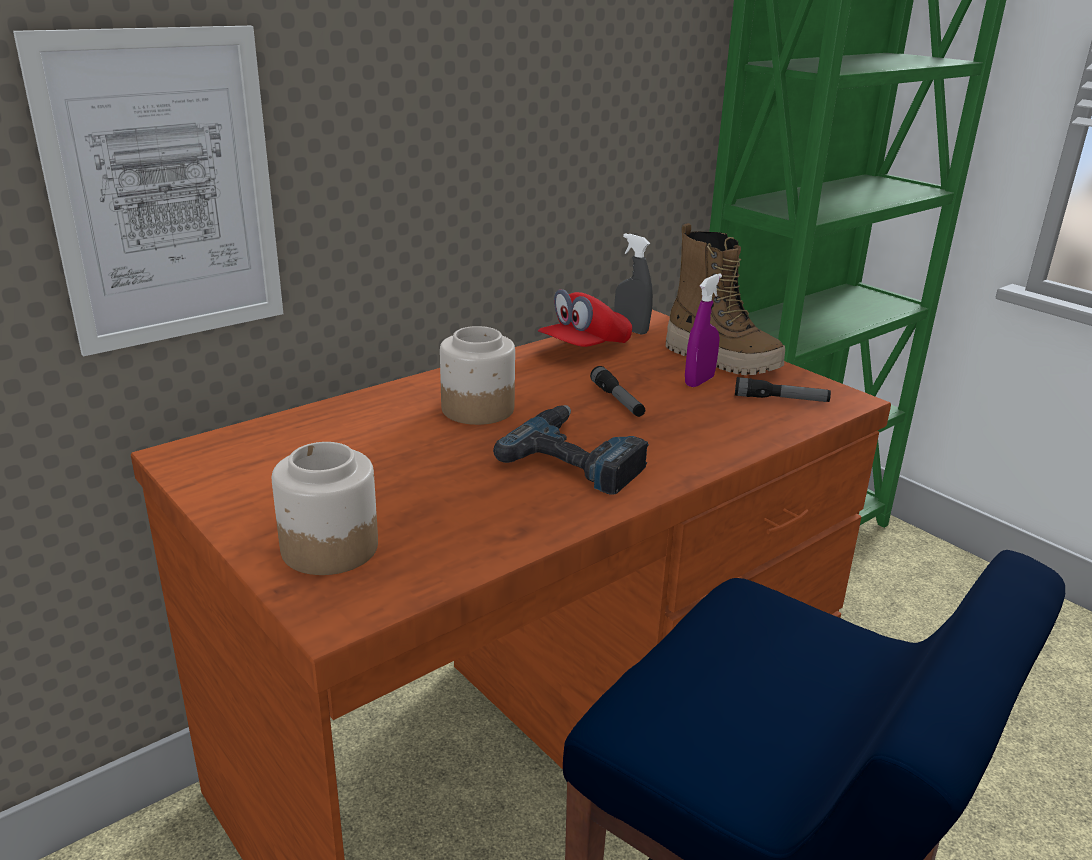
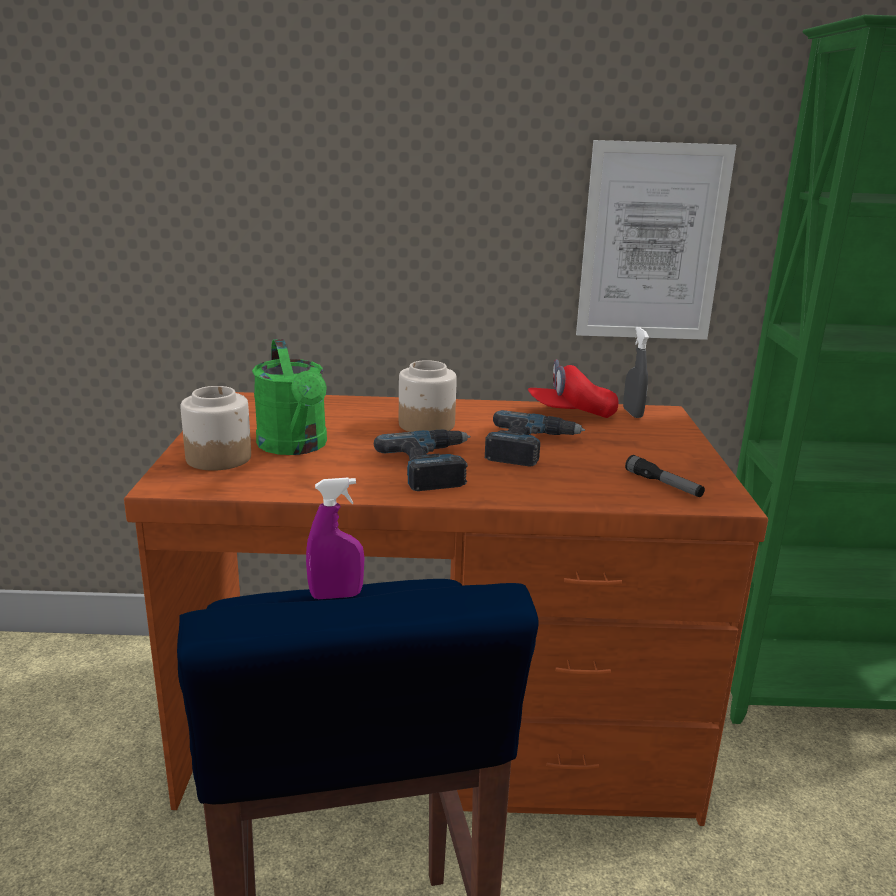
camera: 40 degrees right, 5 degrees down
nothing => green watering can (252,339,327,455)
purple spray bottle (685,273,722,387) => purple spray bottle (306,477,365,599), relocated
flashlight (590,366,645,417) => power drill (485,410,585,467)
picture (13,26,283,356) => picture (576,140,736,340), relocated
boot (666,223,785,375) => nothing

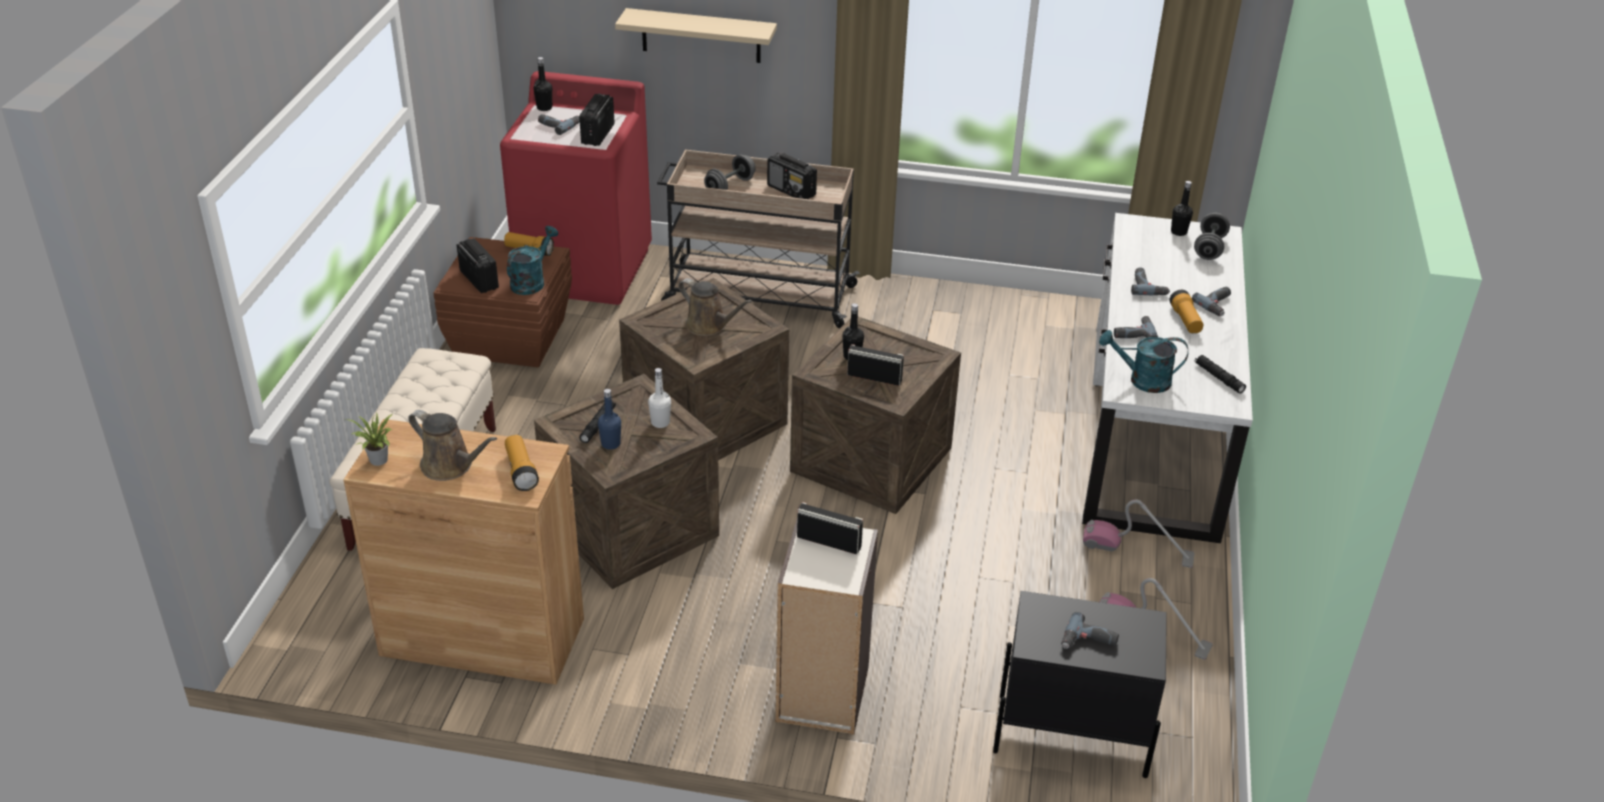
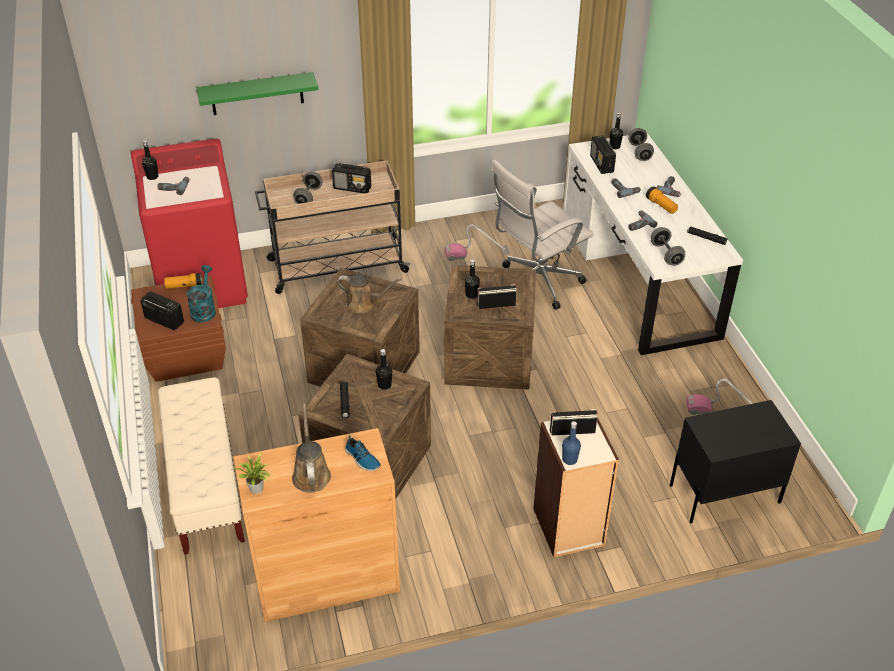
camera: 25 degrees left, 5 degrees up
beige shelf (615,8,777,63) => green shelf (196,72,318,115)
brown watering can (408,410,497,481) => brown watering can (292,404,331,493), 105 degrees counterclockwise
flashlight (505,435,539,491) => shoe (345,435,381,471)
white bottle (648,368,671,428) => black bottle (376,349,392,390)
vacuum cleaner (1083,499,1194,568) => vacuum cleaner (444,224,509,261), relocated
nothing => white office chair (491,159,594,310)
blue bottle (598,389,621,450) => blue bottle (562,421,581,465), relocated
radio (579,94,615,146) => radio (590,135,616,174), relocated
turquoise watering can (1099,330,1188,393) => grey dumbbell (651,227,685,266)
power drill (1061,612,1119,649) => nothing

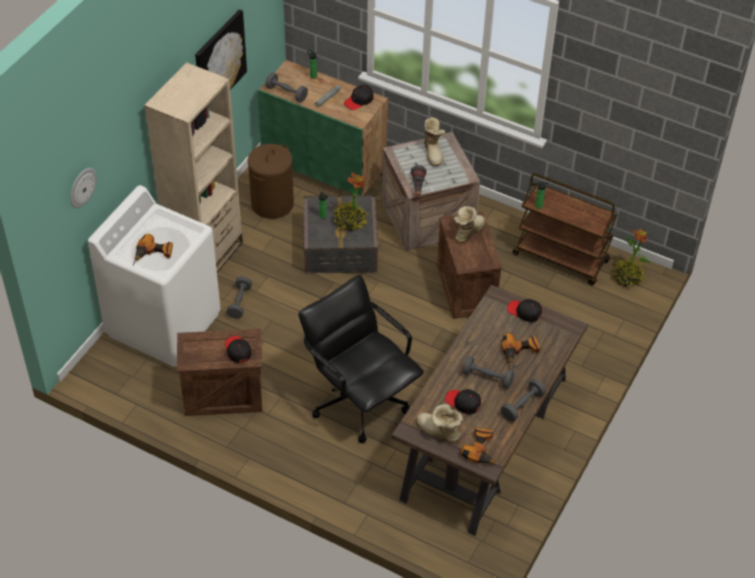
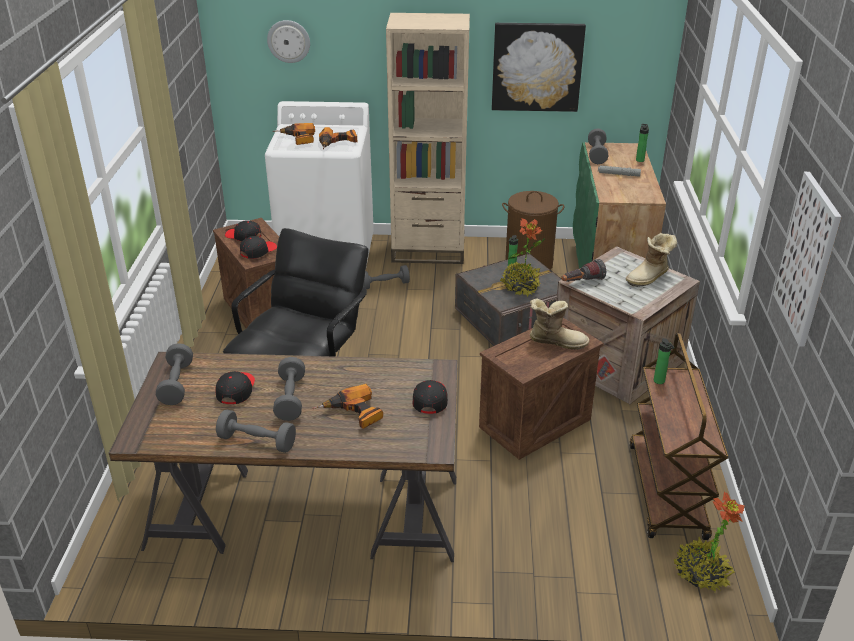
camera: 65 degrees right, 15 degrees down
boot (417,404,463,442) => grey dumbbell (156,343,193,405)
black cap (344,85,374,110) => black cap (225,220,262,241), relocated
power drill (460,428,502,466) => power drill (319,127,357,149), relocated
nothing => picture (773,172,841,347)

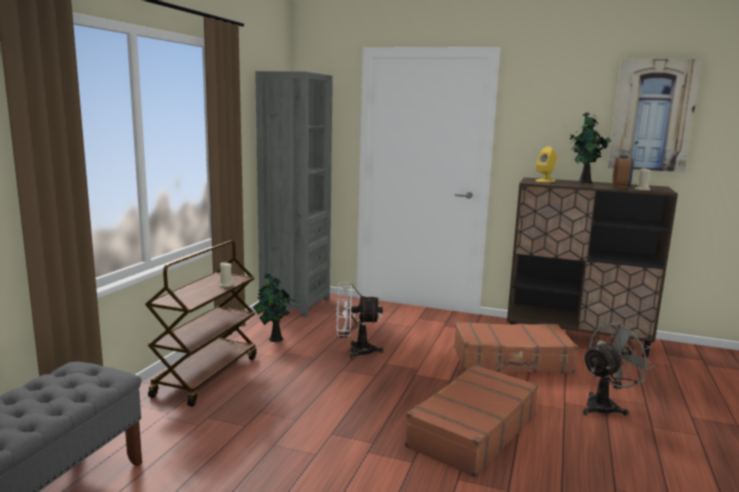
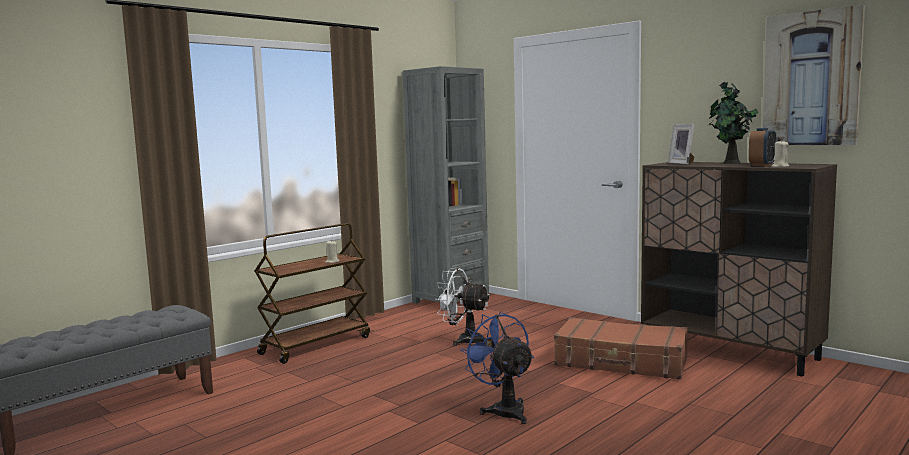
camera: 25 degrees right, 5 degrees down
brown suitcase (405,364,539,478) => blue fan (460,312,534,424)
yellow speaker (535,147,557,182) => picture frame (668,124,695,164)
potted plant (253,273,296,342) => nothing
grey fan (582,322,654,416) => nothing

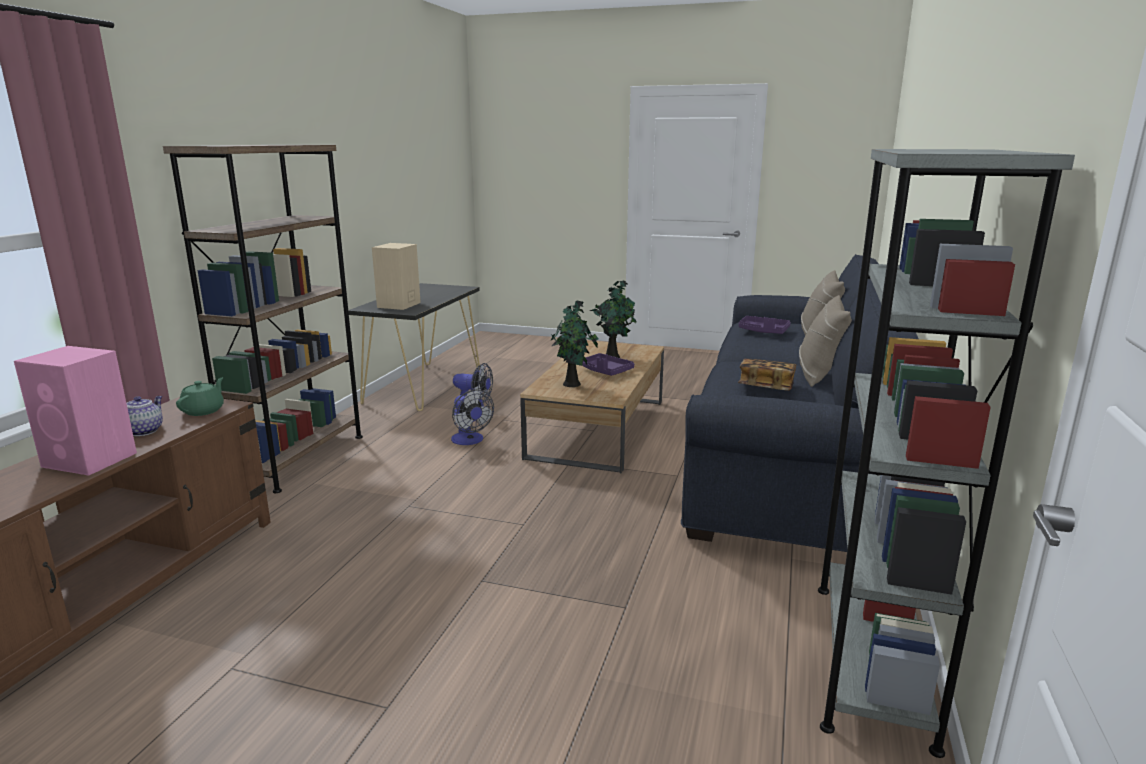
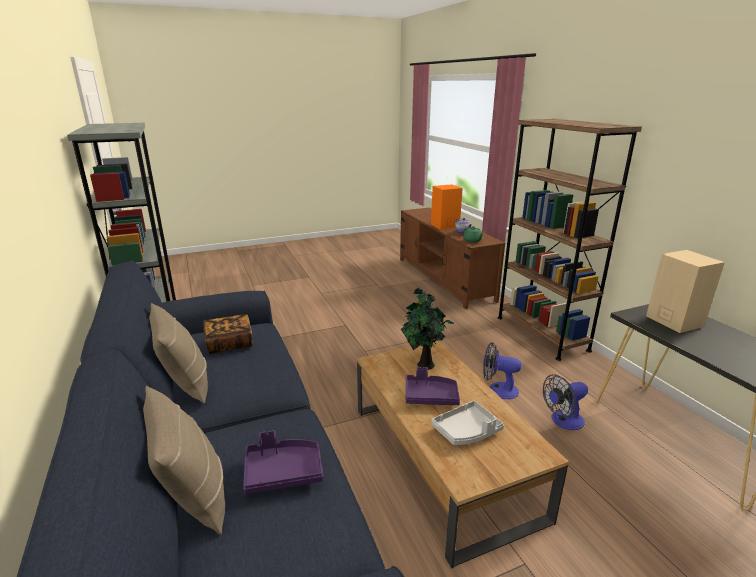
camera: 140 degrees right, 5 degrees up
pink speaker (14,346,137,476) => orange speaker (431,184,463,230)
potted plant (590,281,637,358) => grey tray (431,401,504,445)

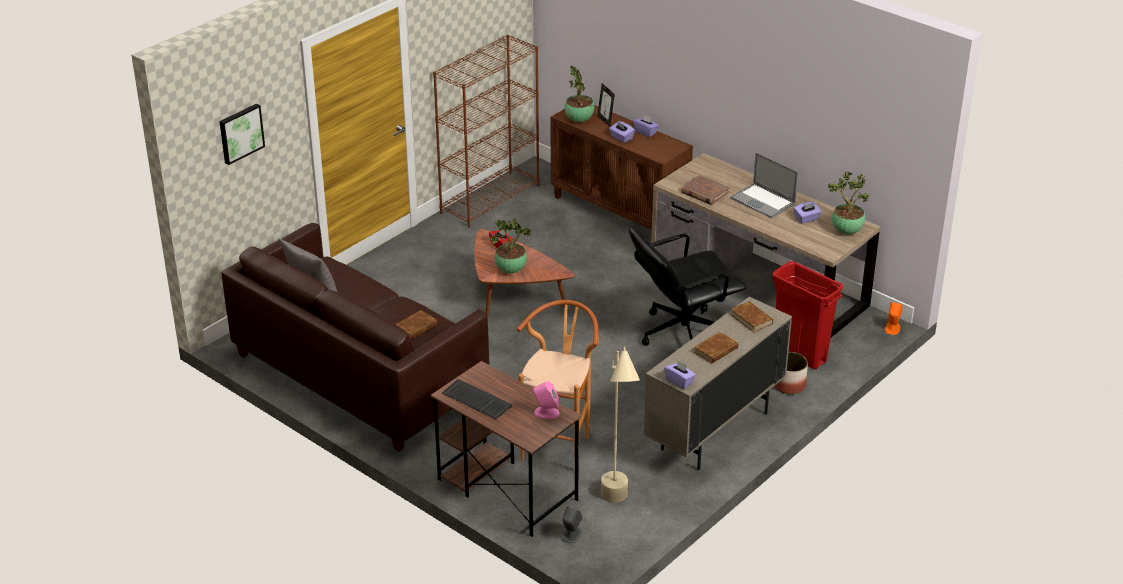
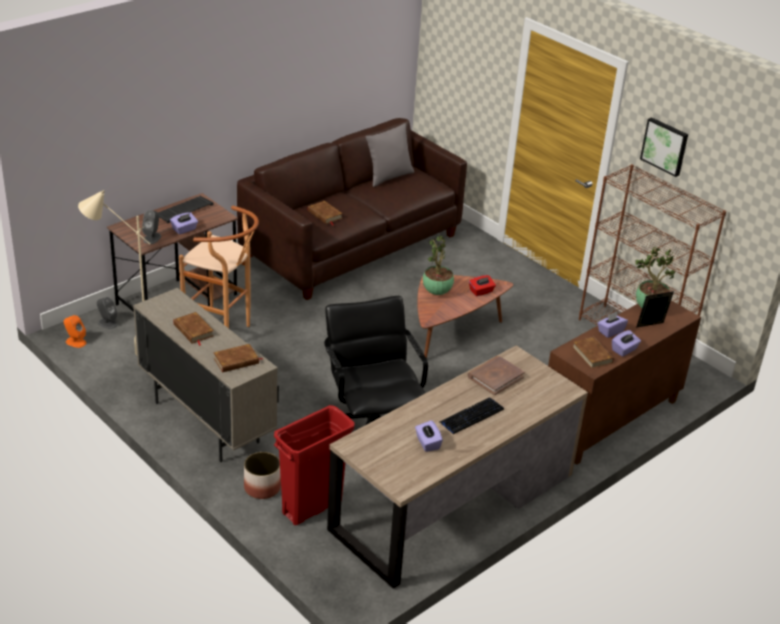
camera: 95 degrees right, 0 degrees up
orange speaker (885,302,902,335) => orange speaker (64,315,86,348), relocated
pink speaker (533,381,559,419) => grey speaker (142,210,161,244)
purple tissue box (664,360,696,389) => purple tissue box (170,212,198,234), relocated
laptop (730,152,798,218) => keyboard (440,398,504,434)
nothing => brown book (572,337,614,369)
picture (219,104,265,165) => picture (640,117,688,177), relocated
potted plant (828,171,869,235) => nothing

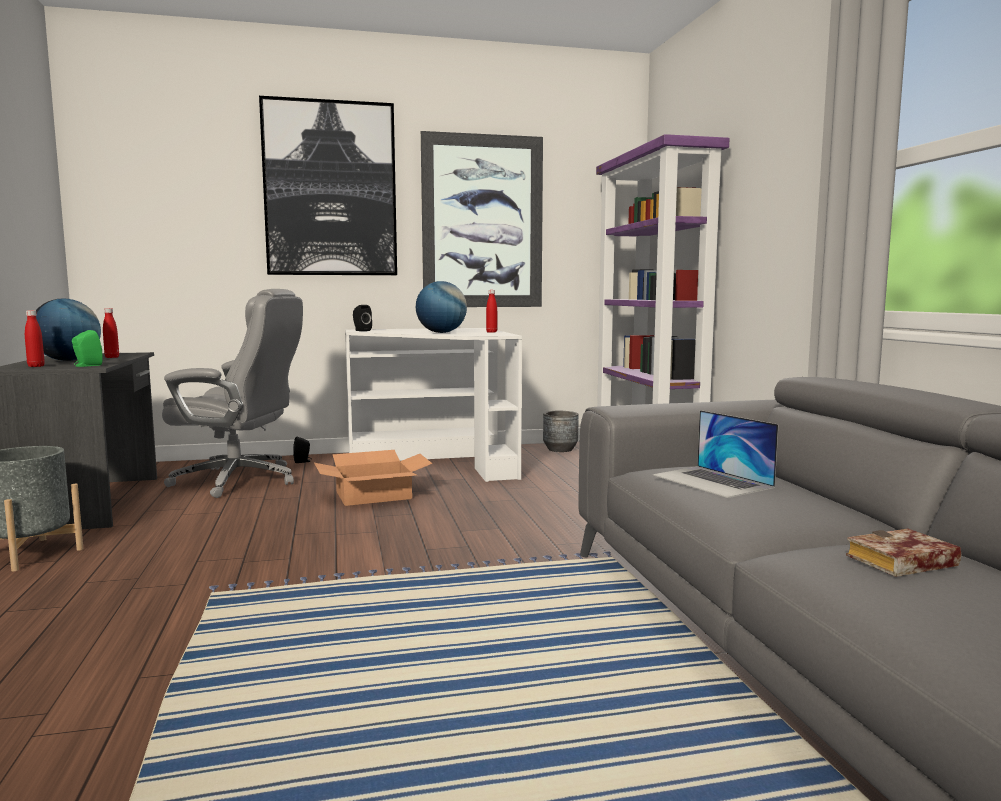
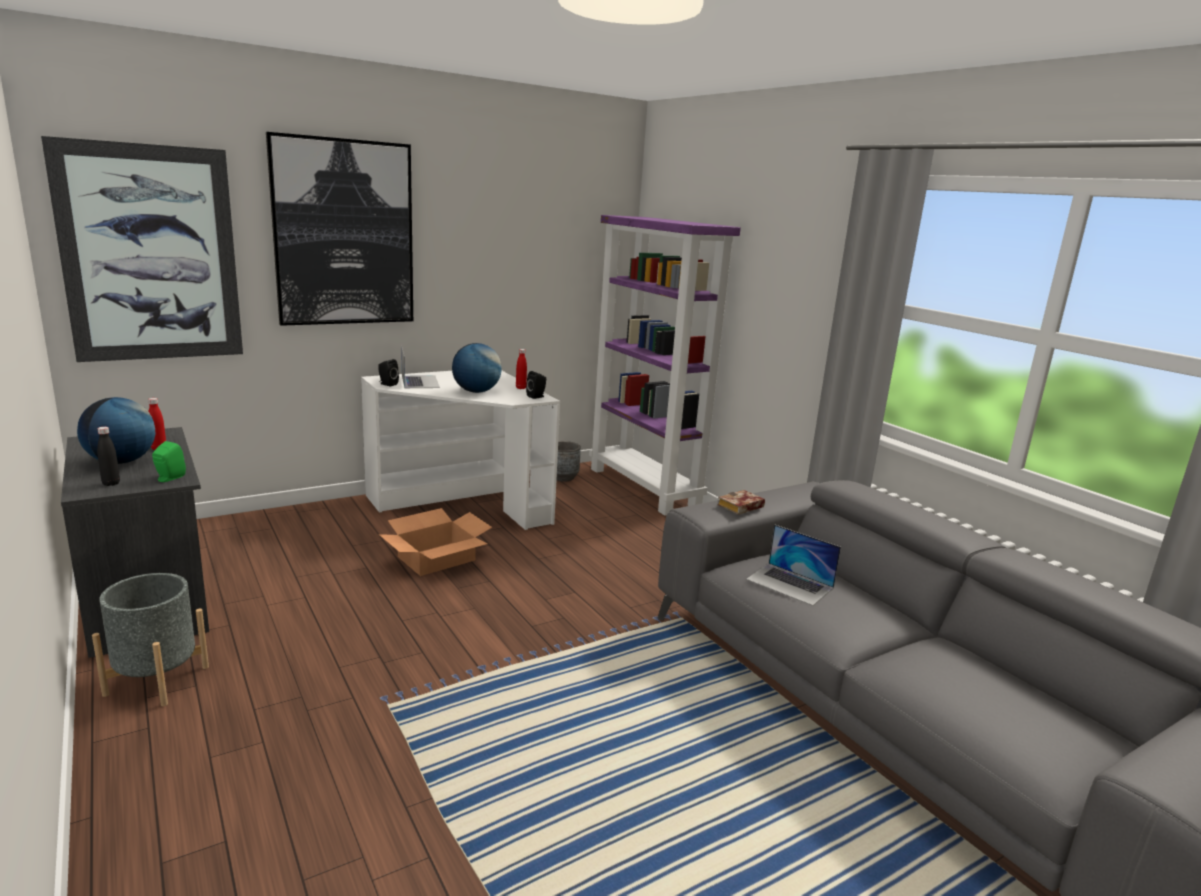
camera: 20 degrees left, 10 degrees up
picture (421,131,543,307) => picture (41,136,243,362), relocated
red bottle (25,310,45,367) => black bottle (97,427,120,486)
nothing => laptop (401,346,440,388)
black speaker (293,437,311,463) => black speaker (526,371,546,399), relocated
book (846,529,961,577) => book (718,490,765,515), relocated
grey office chair (162,289,303,498) => nothing

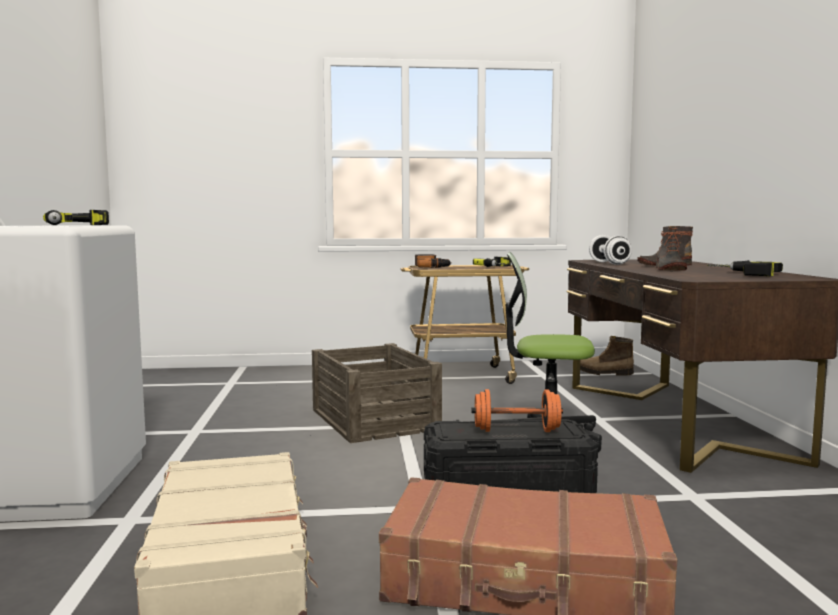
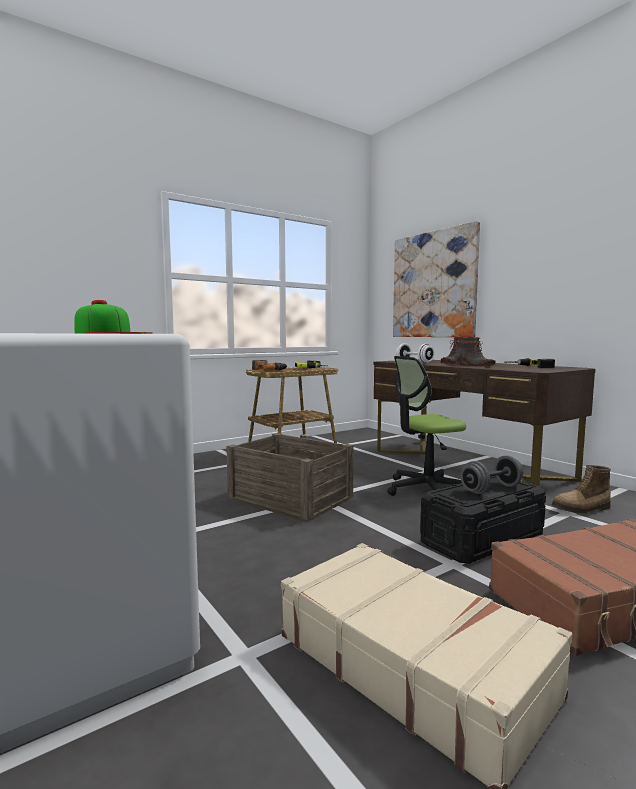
camera: 30 degrees left, 0 degrees up
power drill (43,210,109,225) => cap (74,300,153,334)
nothing => picture (393,221,480,337)
orange dumbbell (472,389,563,432) => grey dumbbell (461,455,524,494)
boot (580,336,634,376) => boot (552,465,611,514), relocated

